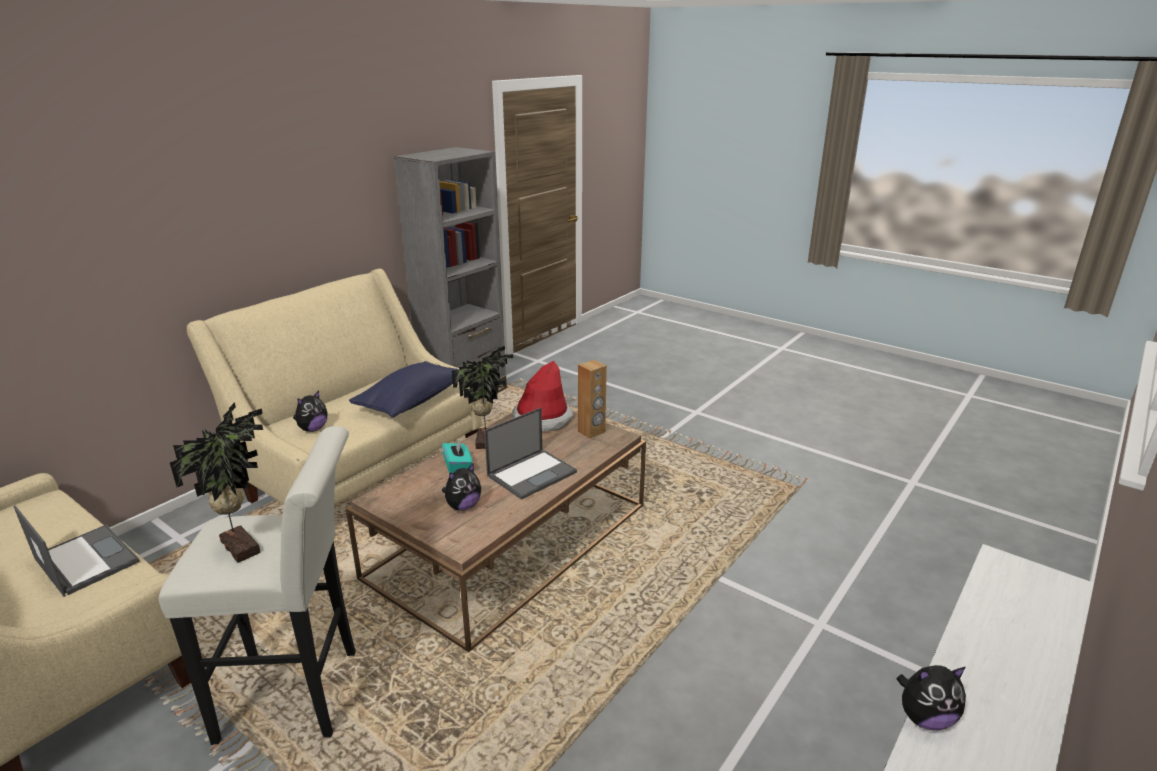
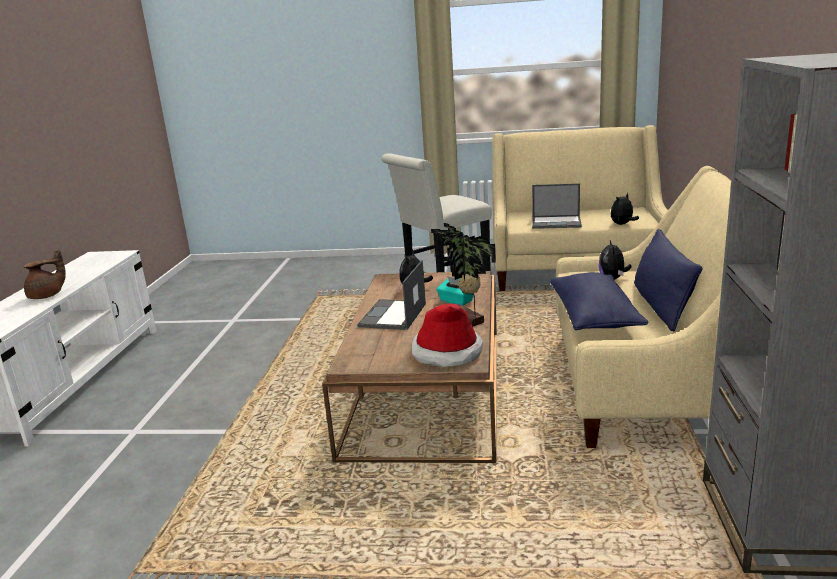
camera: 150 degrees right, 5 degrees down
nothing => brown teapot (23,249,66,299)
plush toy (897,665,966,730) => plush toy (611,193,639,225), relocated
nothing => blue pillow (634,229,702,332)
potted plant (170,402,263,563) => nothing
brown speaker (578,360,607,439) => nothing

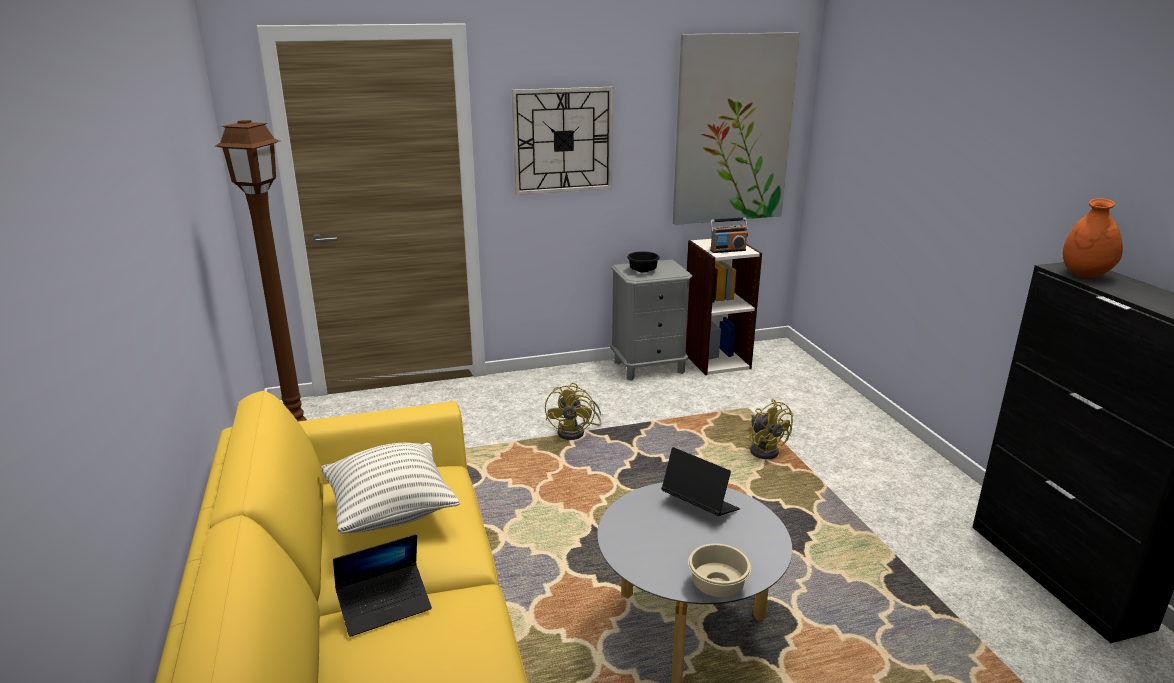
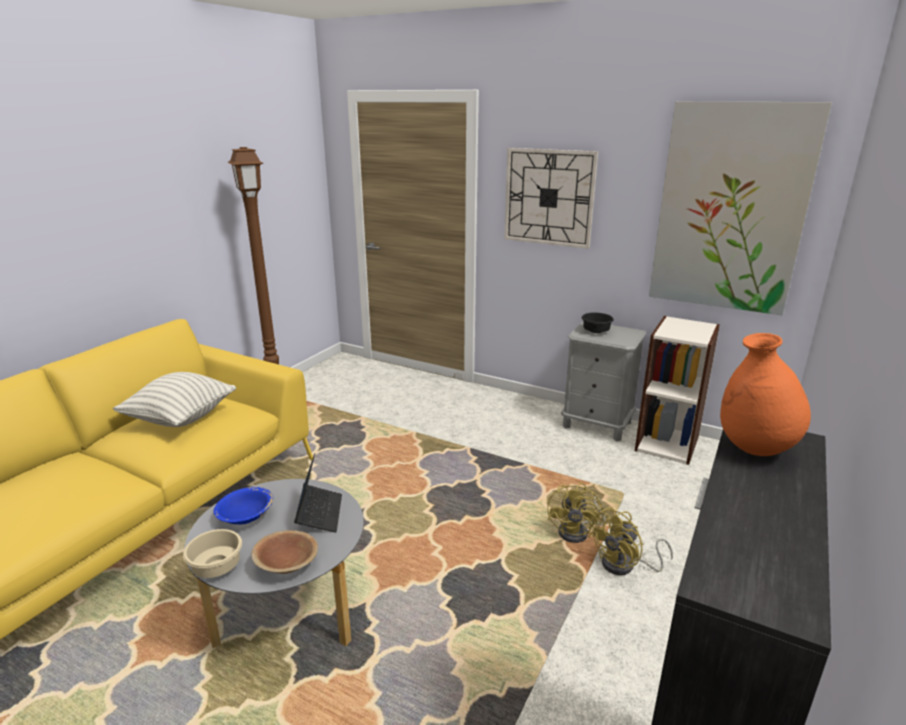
camera: 45 degrees right, 0 degrees up
nothing => blue bowl (213,487,273,524)
nothing => brown bowl (251,530,318,574)
yellow fan (545,383,602,440) => yellow fan (588,507,673,575), relocated
laptop (333,534,432,637) => nothing
radio (710,217,748,253) => nothing

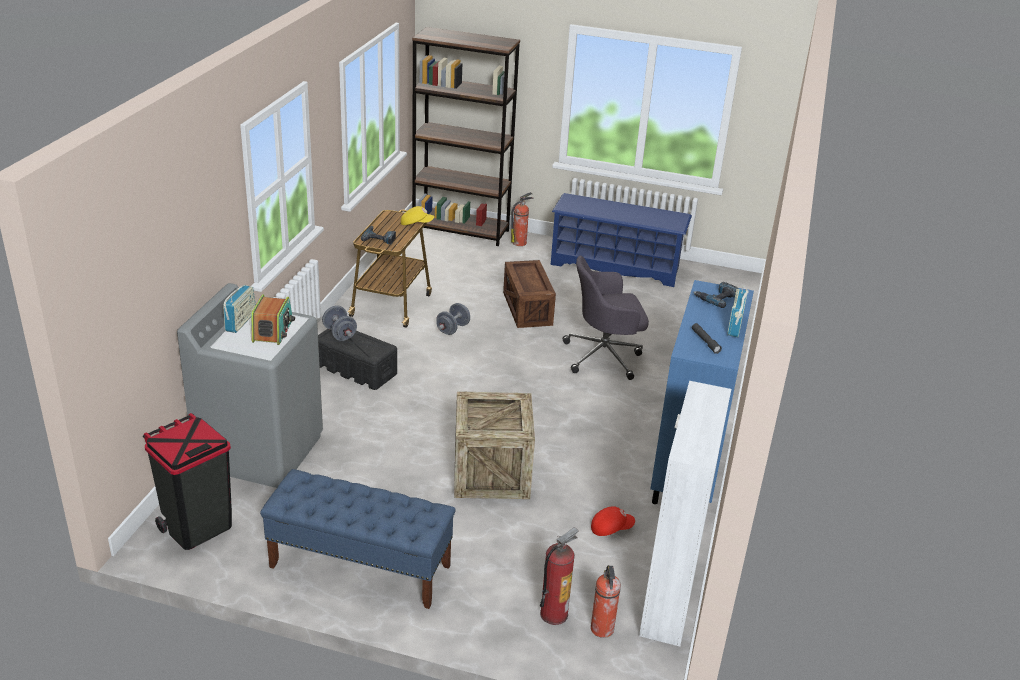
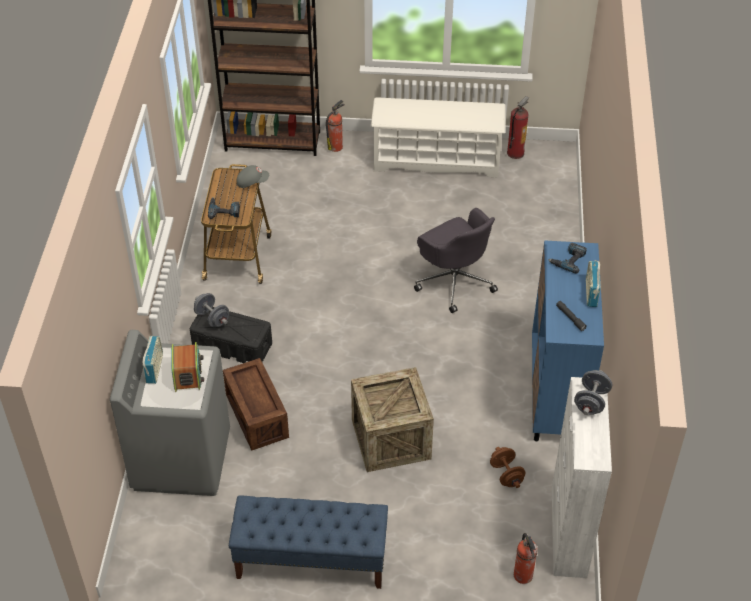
camera: 10 degrees left, 15 degrees up
crate (503,260,556,328) => crate (223,358,289,451), relocated
yellow cap (401,206,434,225) => grey cap (237,165,269,188)
blue shoe rack (551,193,692,287) => white shoe rack (371,97,506,178)
grey office chair (563,256,649,380) => grey office chair (414,208,498,313), 105 degrees counterclockwise
red cap (591,506,635,536) => brown dumbbell (490,447,526,488)
fire extinguisher (540,527,579,625) => fire extinguisher (507,96,529,159), relocated
grey dumbbell (436,303,470,335) => grey dumbbell (574,370,612,415), relocated
black trash can (143,413,232,550) => nothing

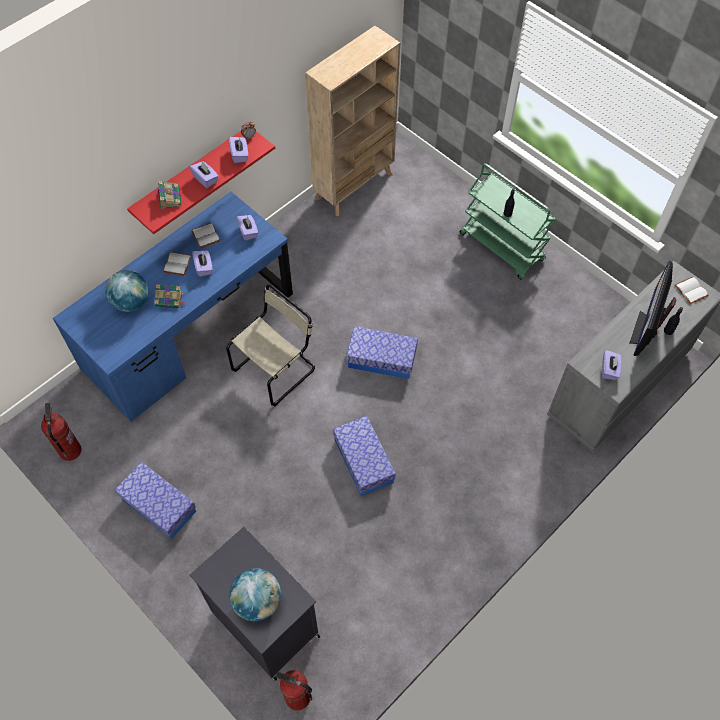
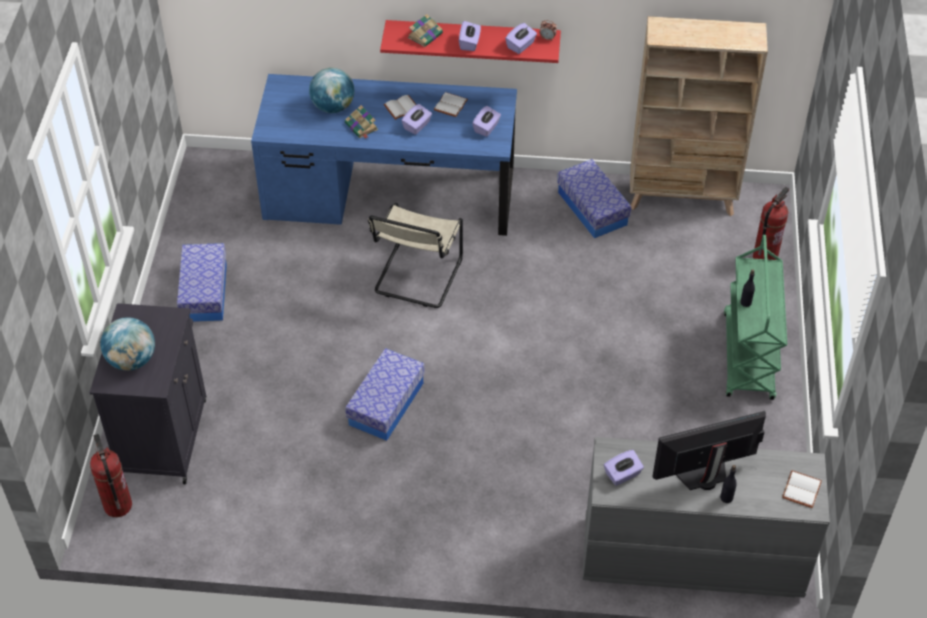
camera: 50 degrees right, 10 degrees down
beige chair (226,284,315,407) => beige chair (368,203,463,308), 105 degrees clockwise
storage box (346,326,418,379) => storage box (557,159,631,238), relocated
fire extinguisher (41,403,82,461) => fire extinguisher (753,187,789,260), relocated

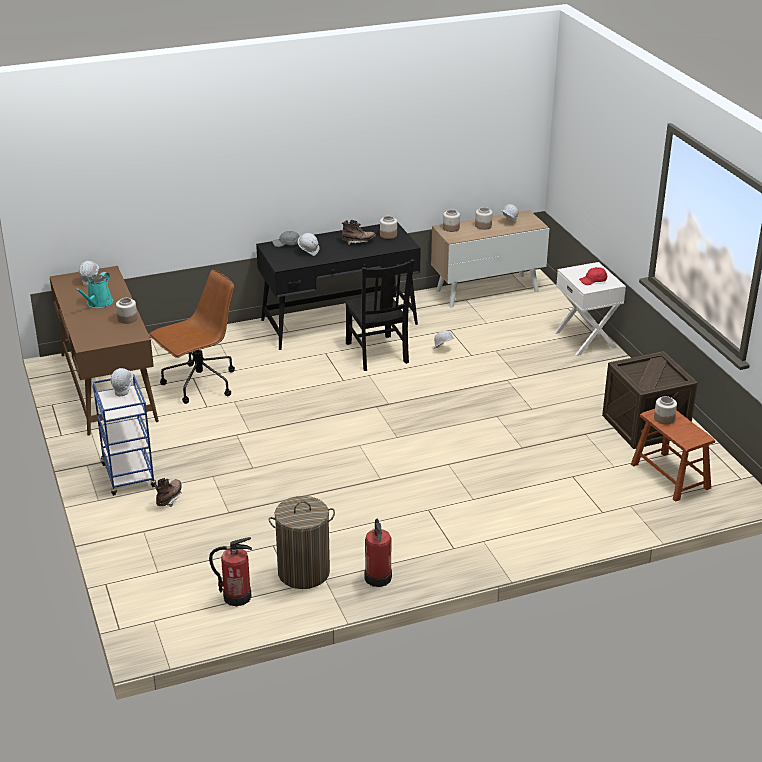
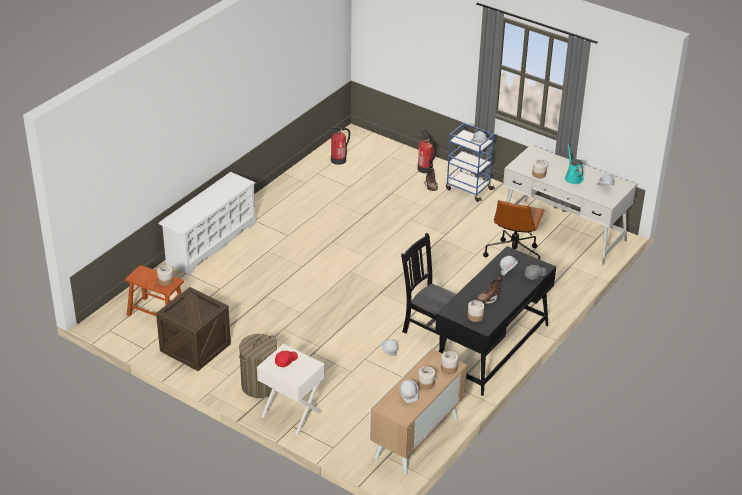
camera: 145 degrees right, 5 degrees up
nothing => white shoe rack (158,172,256,276)
laundry basket (268,496,335,589) => laundry basket (239,334,277,398), relocated
fire extinguisher (364,518,392,587) => fire extinguisher (417,129,436,173), relocated
brown desk (49,266,159,436) => white desk (503,145,637,266)

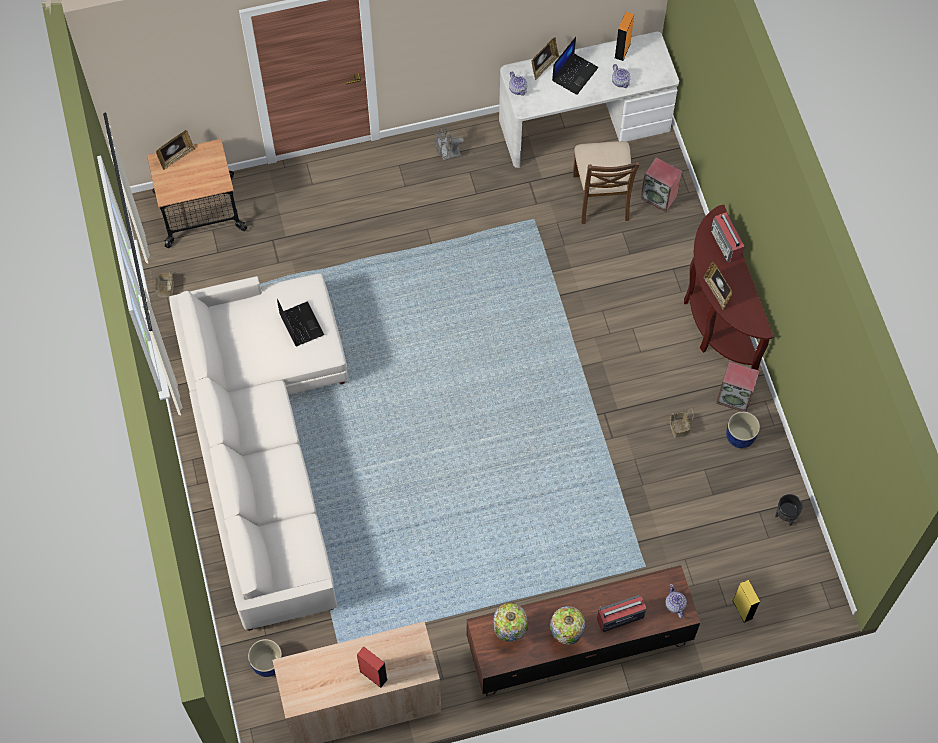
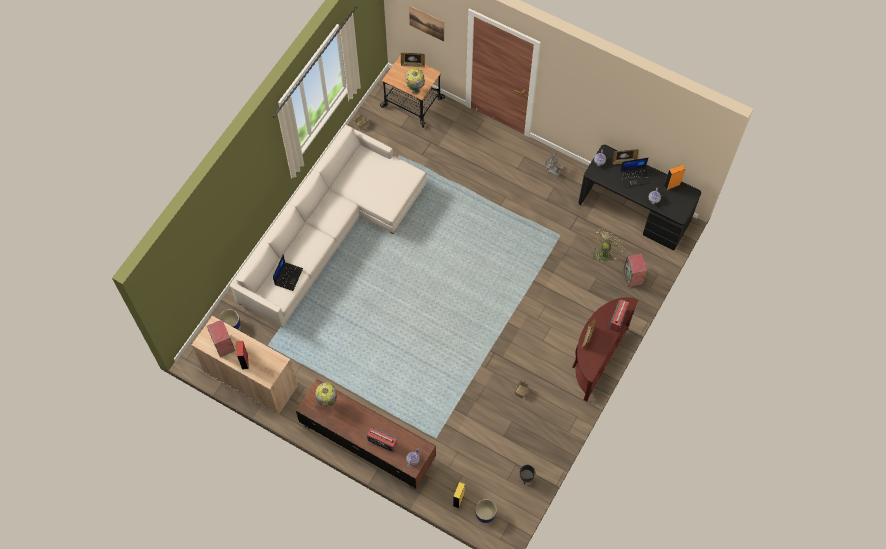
camera: 45 degrees right, 0 degrees up
speaker (716,362,760,412) => speaker (207,320,235,357), relocated
laptop (277,299,324,346) => laptop (273,255,303,291), relocated
table lamp (549,606,585,645) => table lamp (406,68,425,95), relocated
nothing => picture (409,5,444,42)
blue planter (726,411,760,448) => blue planter (475,499,497,523), relocated
white desk (499,32,679,168) => black desk (578,145,701,250)
brown chair (573,141,639,224) => green fan (592,228,624,262)

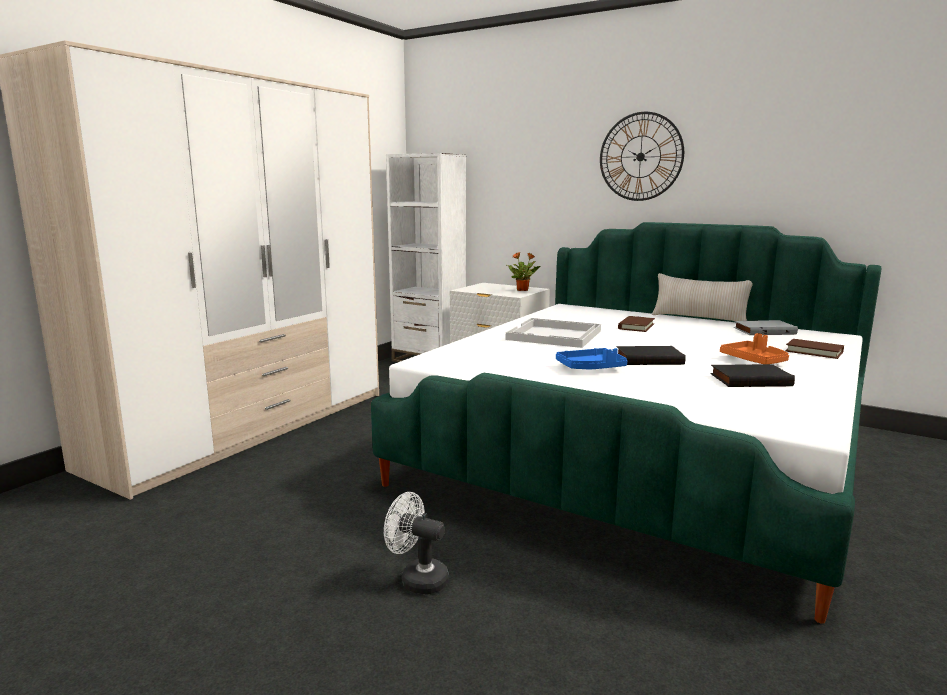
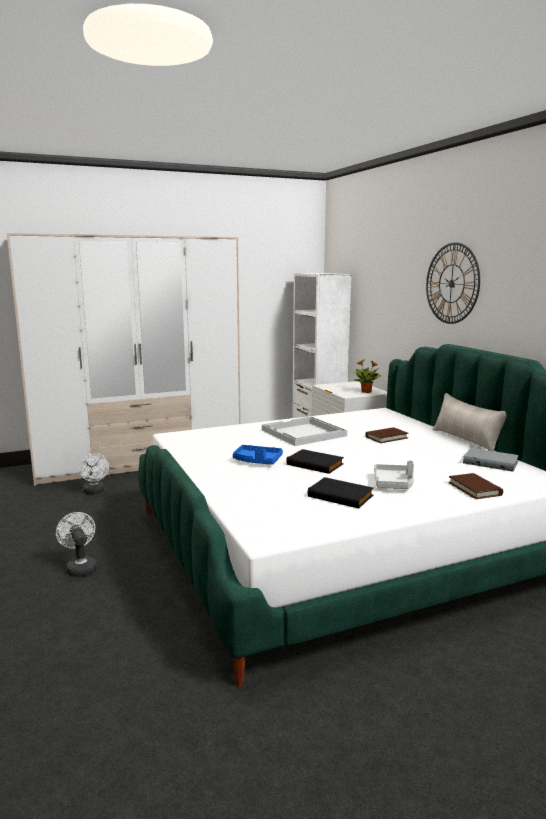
camera: 35 degrees right, 0 degrees up
nothing => white fan (79,453,109,494)
orange tray (720,333,789,364) => grey tray (374,460,414,489)

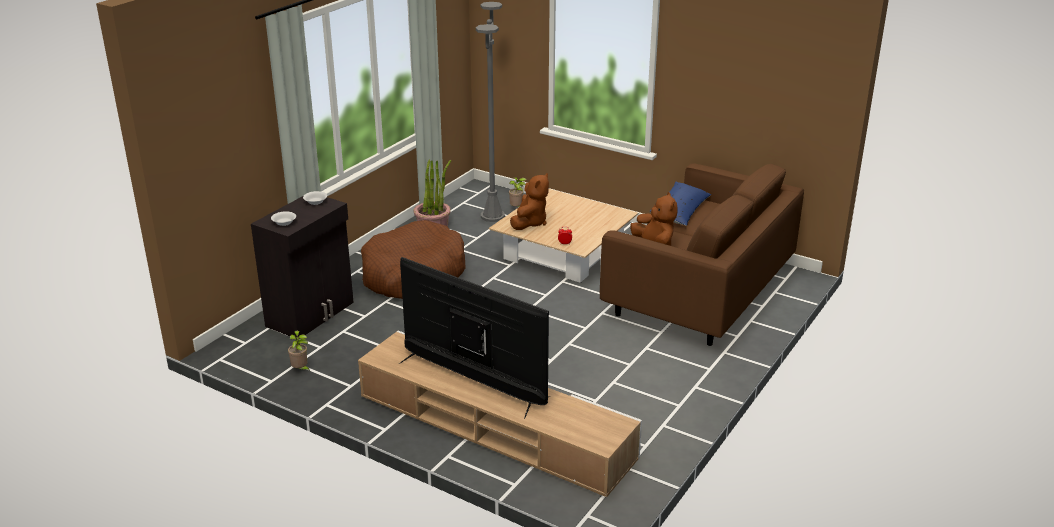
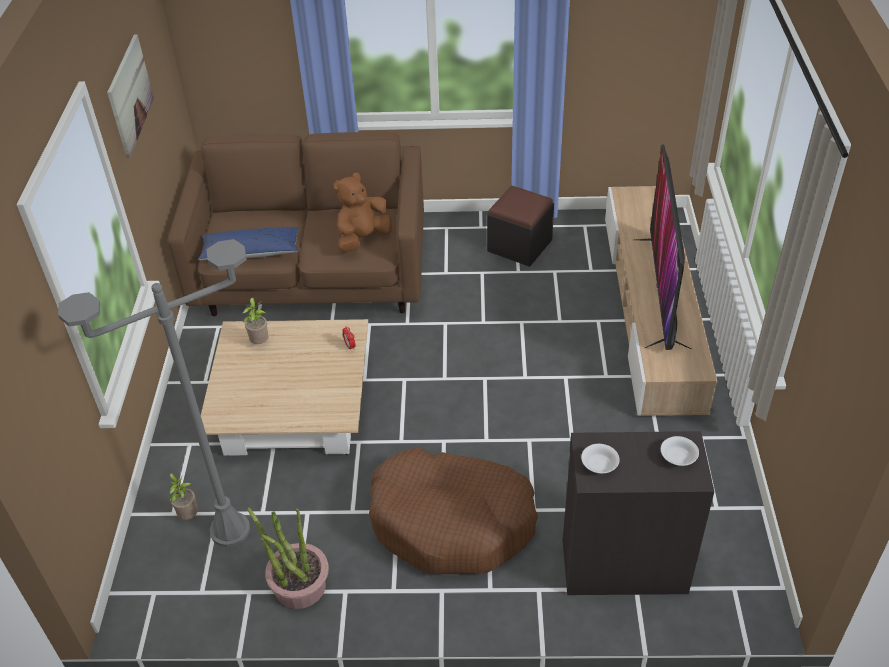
camera: 120 degrees left, 15 degrees up
nothing => picture (107,35,154,158)
potted plant (288,331,310,371) => potted plant (242,298,269,344), relocated
nothing => black ottoman (487,186,554,267)
brown plush toy (510,173,549,230) => nothing

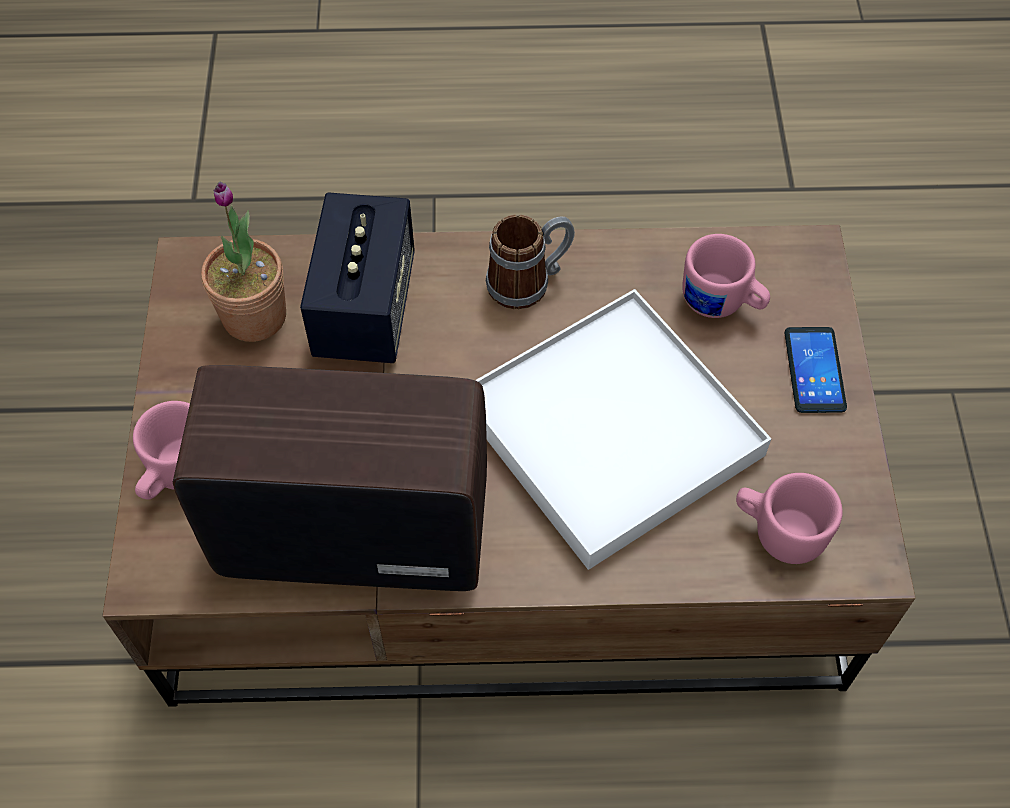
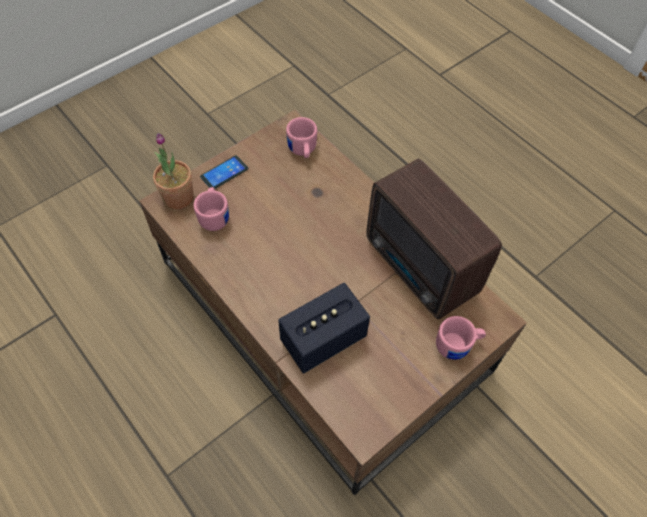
camera: 130 degrees left, 0 degrees up
potted plant (201,182,286,342) => potted plant (153,133,194,209), relocated
white tray (476,289,771,570) => nothing
mug (486,214,575,310) => nothing

